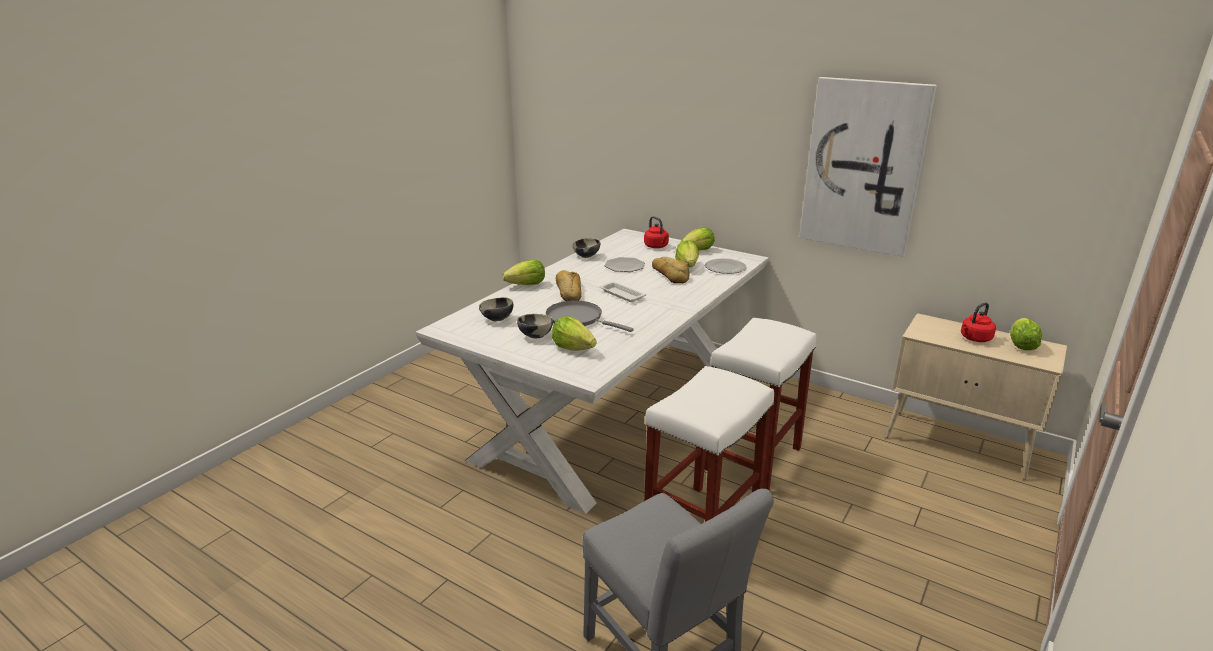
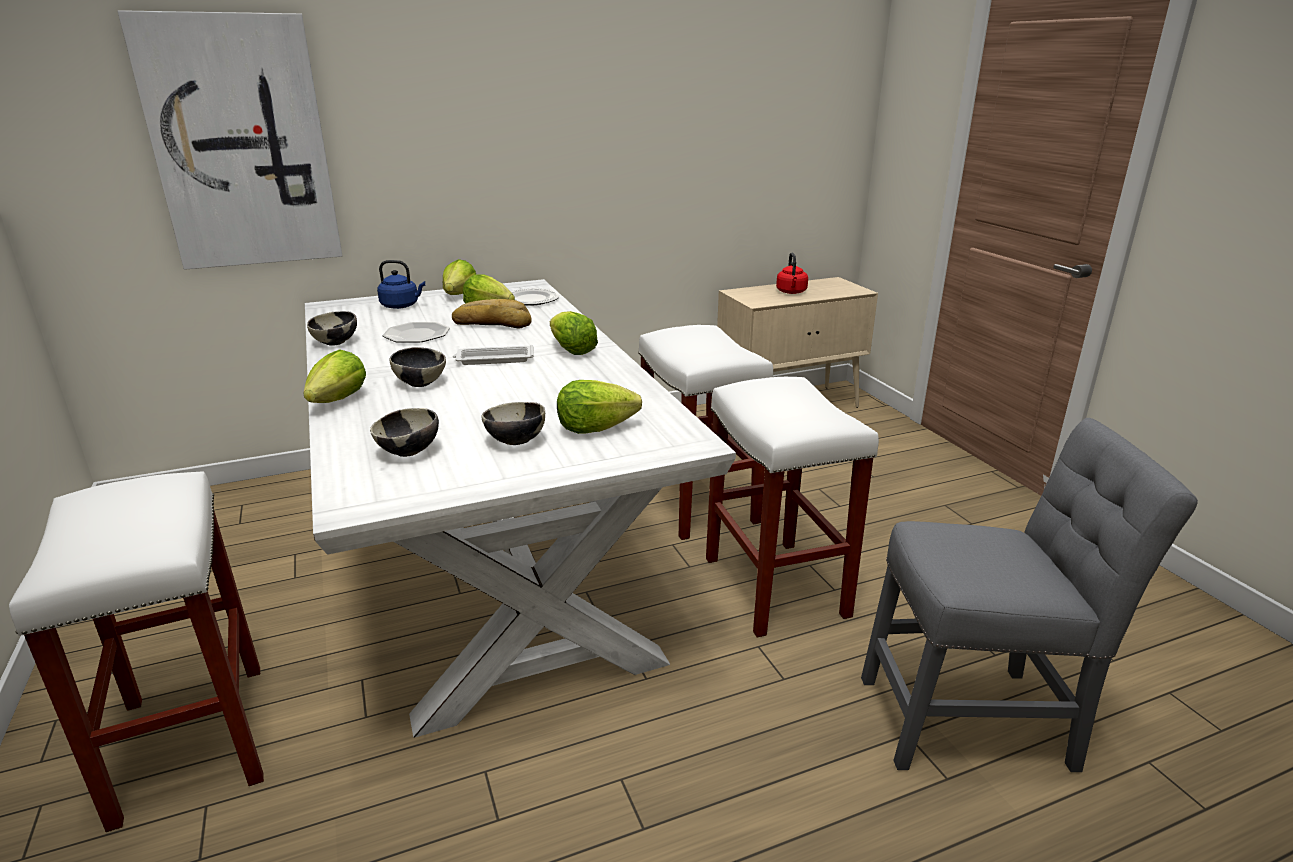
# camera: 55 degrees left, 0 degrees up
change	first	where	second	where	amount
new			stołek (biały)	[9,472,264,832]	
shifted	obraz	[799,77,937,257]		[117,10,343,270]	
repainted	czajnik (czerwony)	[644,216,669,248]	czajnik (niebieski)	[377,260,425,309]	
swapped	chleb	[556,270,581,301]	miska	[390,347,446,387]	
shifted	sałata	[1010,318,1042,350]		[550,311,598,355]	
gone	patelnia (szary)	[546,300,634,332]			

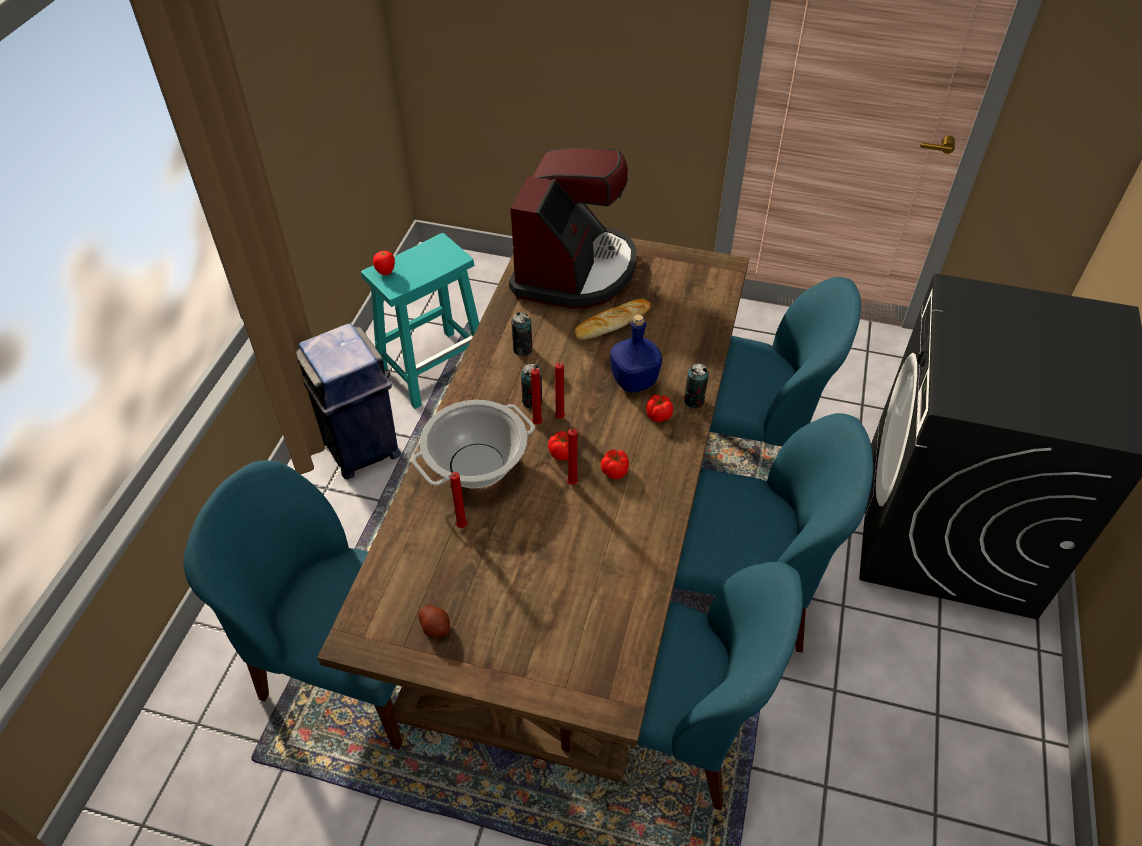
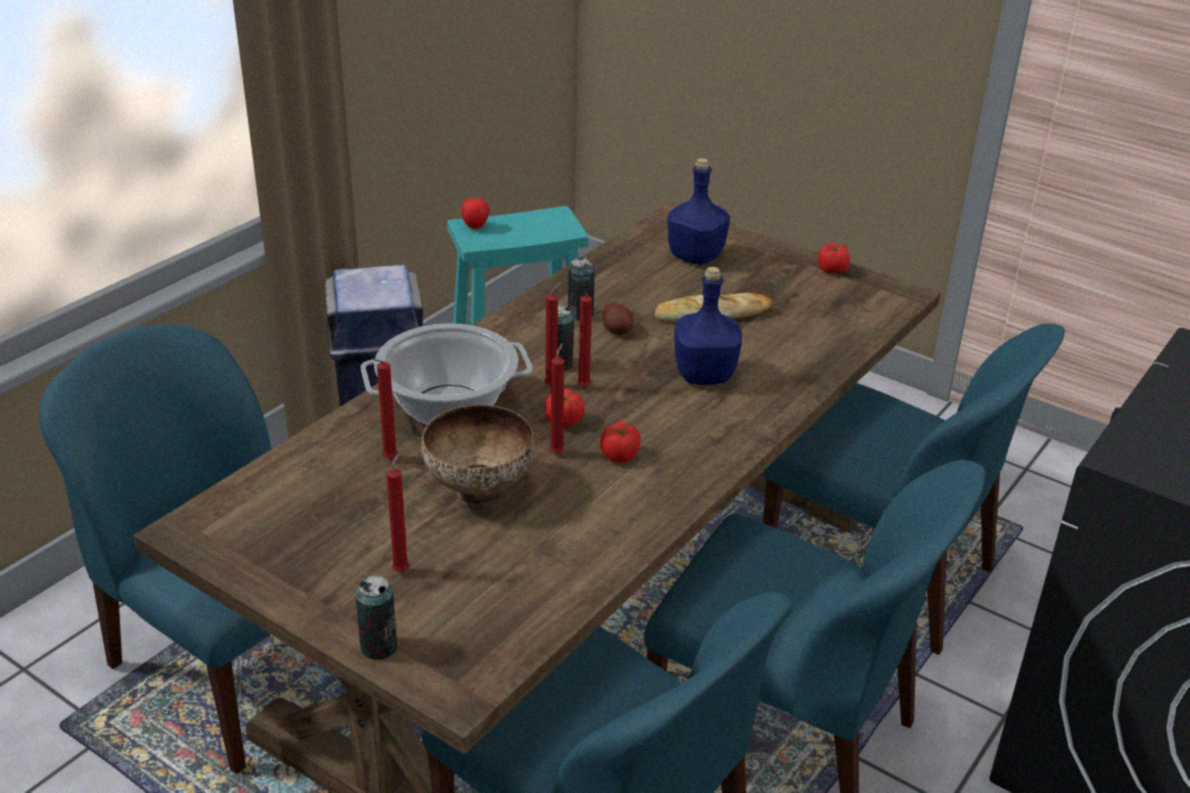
# camera: 20 degrees right, 15 degrees down
change	first	where	second	where	amount
shifted	puszka	[684,364,709,408]		[355,575,397,660]	
new			świeca (czerwony)	[386,453,409,572]	
new			miska	[422,405,534,504]	
shifted	ziemniak	[418,605,450,638]		[603,303,634,335]	
swapped	ekspres do kawy	[509,147,637,309]	butelka (niebieski)	[667,158,730,265]	
shifted	pomidor	[646,395,673,422]		[818,242,850,273]	

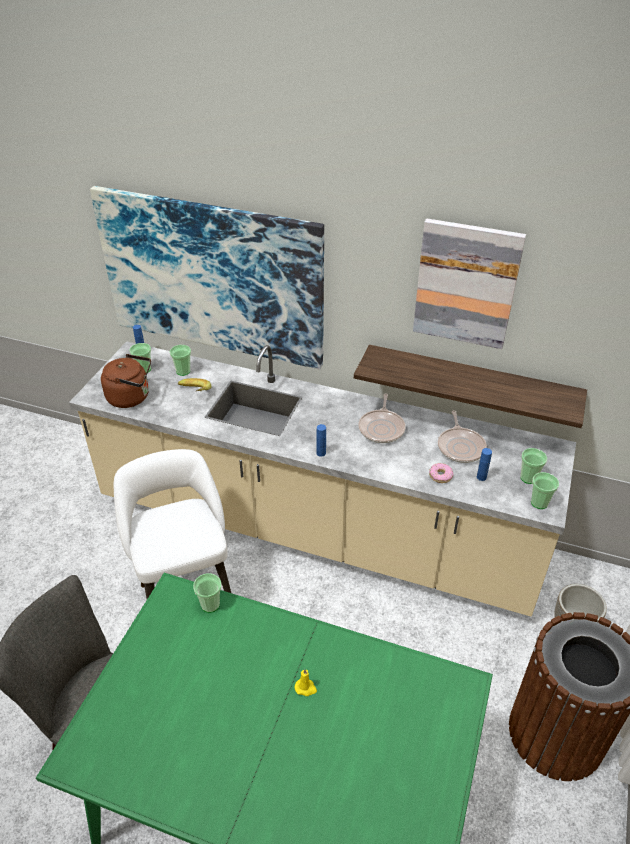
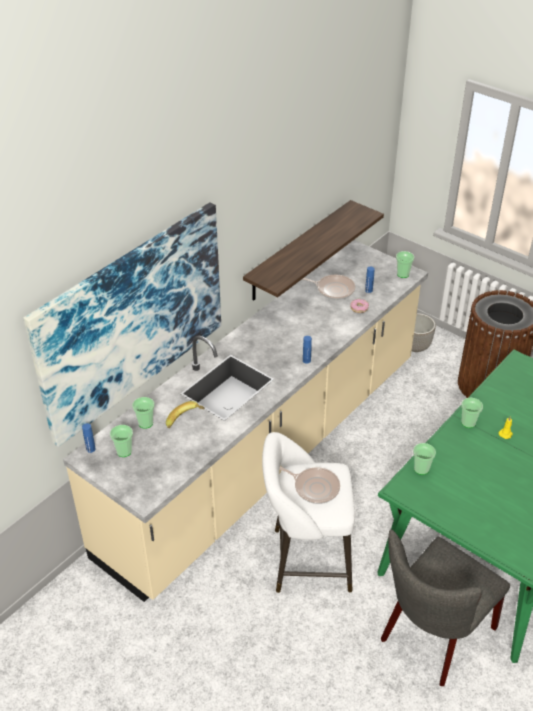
# camera: 70 degrees left, 0 degrees up
change	first	where	second	where	amount
shifted	patelnia	[359,394,406,443]		[279,466,340,504]	
shifted	filiżanka	[520,448,547,484]		[461,397,483,428]	
gone	czajnik (brązowy)	[101,354,151,408]			
gone	obraz	[413,218,526,349]			

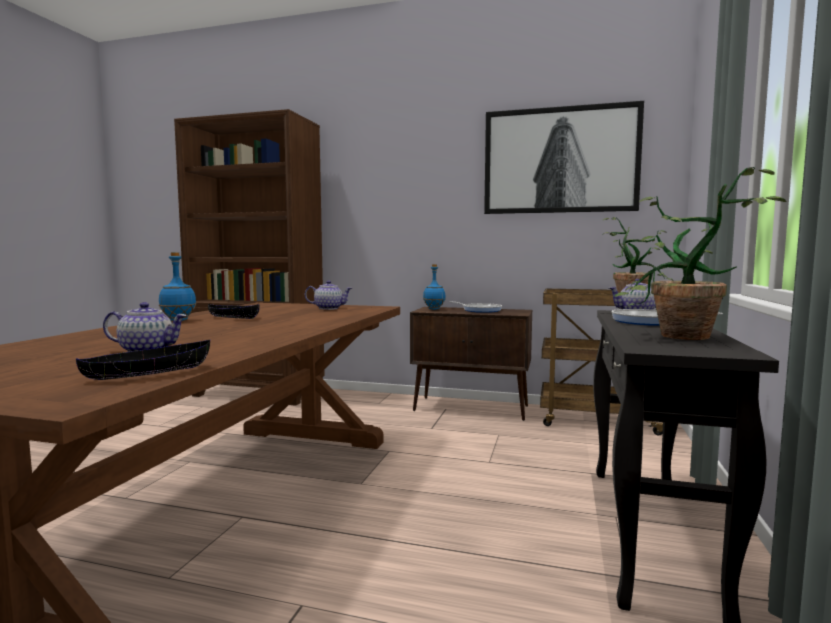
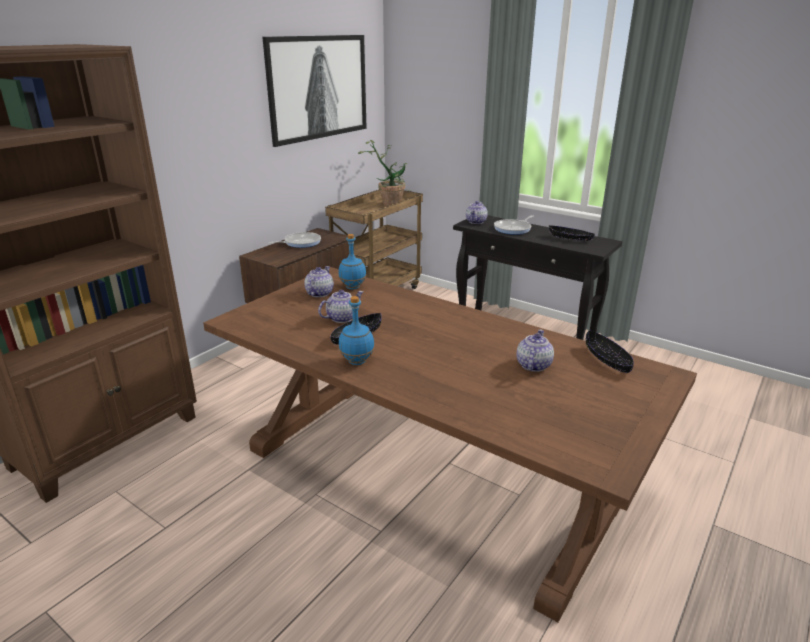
# camera: 70 degrees left, 20 degrees up
change	first	where	second	where	amount
new			imbryk	[318,290,363,323]	
shifted	butelka (niebieski)	[423,264,446,310]		[338,234,366,290]	
swapped	roślina doniczkowa	[615,167,787,340]	miska (czarny)	[549,225,595,241]	

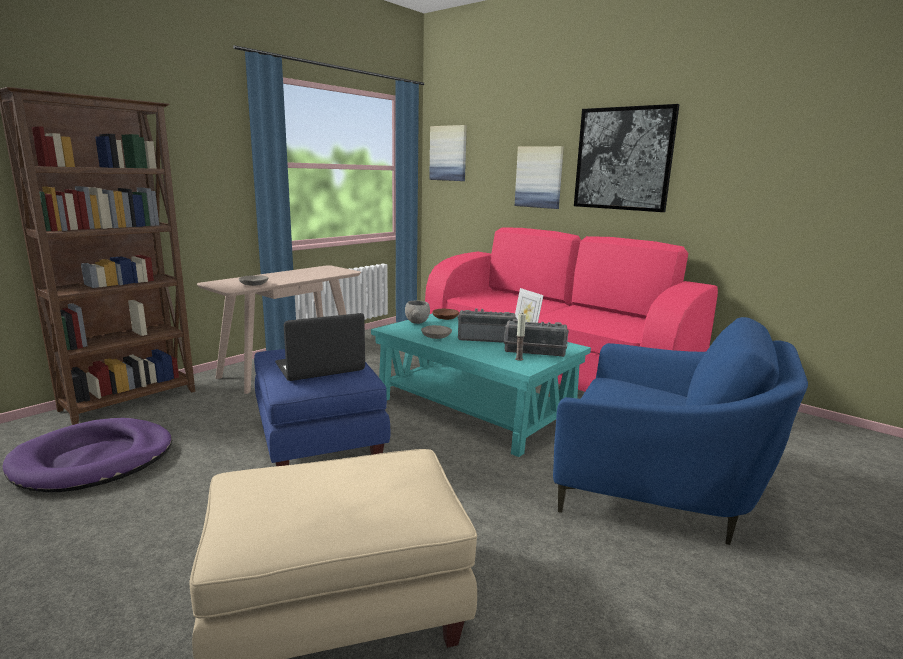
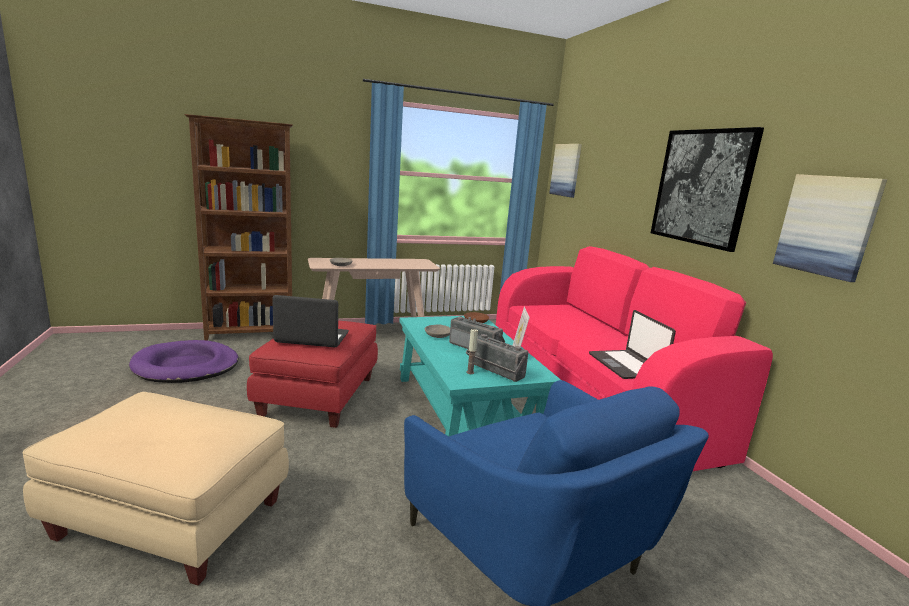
# camera: 30 degrees right, 0 degrees up
change	first	where	second	where	amount
repainted	pufa (niebieski)	[254,349,390,466]	pufa (czerwony)	[247,321,378,428]	
new			laptop	[589,310,676,379]	
shifted	obraz	[515,146,564,209]		[773,174,887,282]	
gone	miska (szary)	[405,300,430,324]			

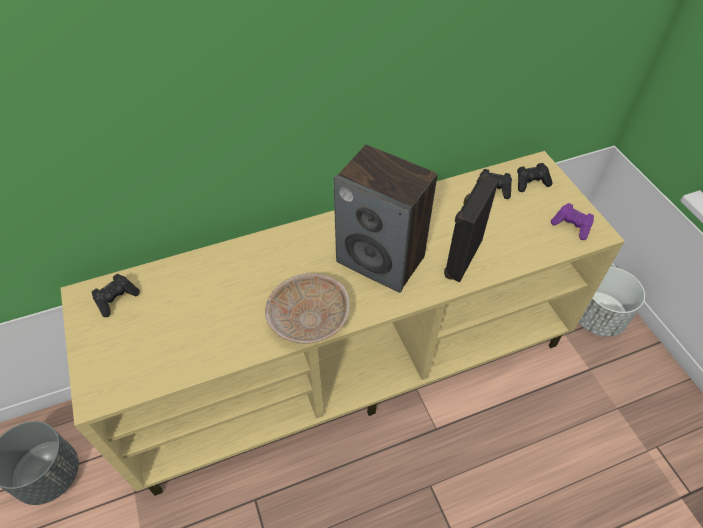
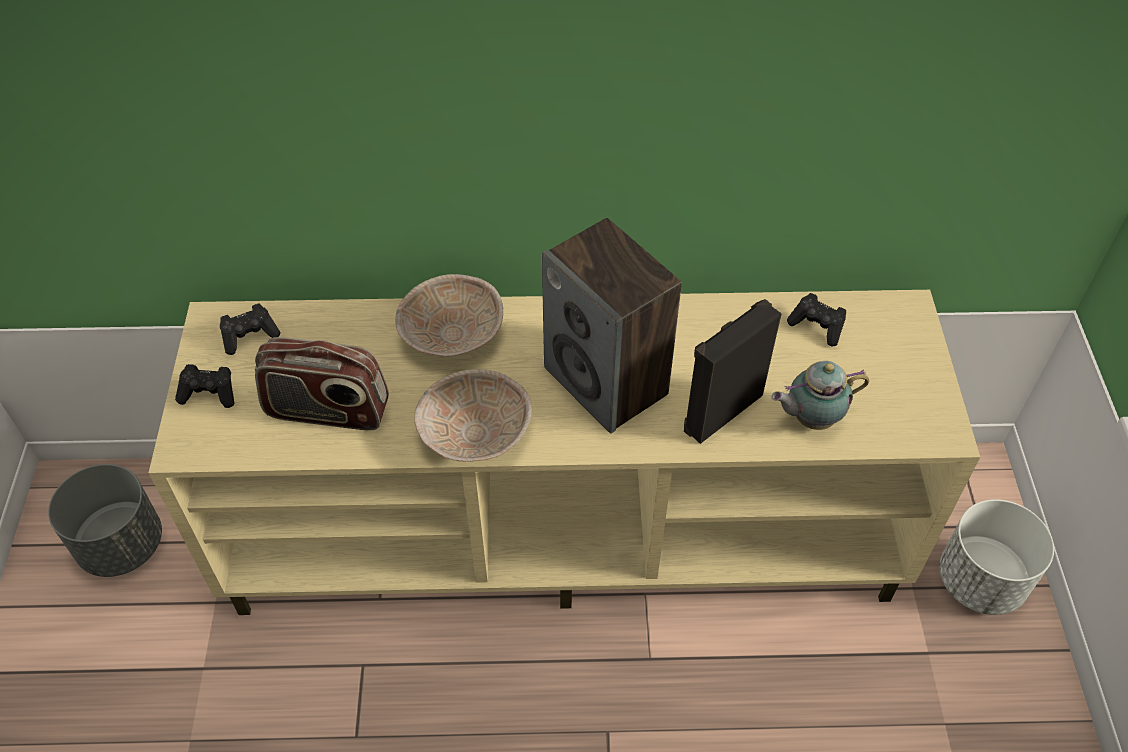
# camera: 20 degrees right, 0 degrees up
change	first	where	second	where	amount
shifted	pad do gier (czarny)	[517,163,553,192]		[175,364,234,408]	
new			radio	[255,337,389,430]	
new			miska (beżowy)	[395,274,503,357]	
new			imbryk	[772,361,869,430]	
gone	pad do gier (fioletowy)	[551,203,594,240]			

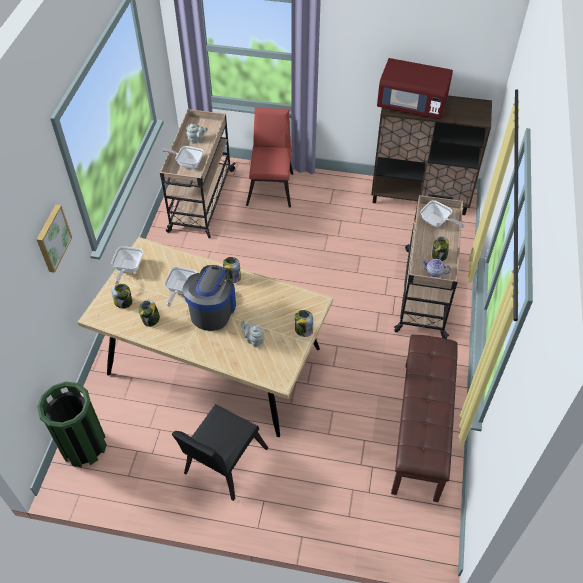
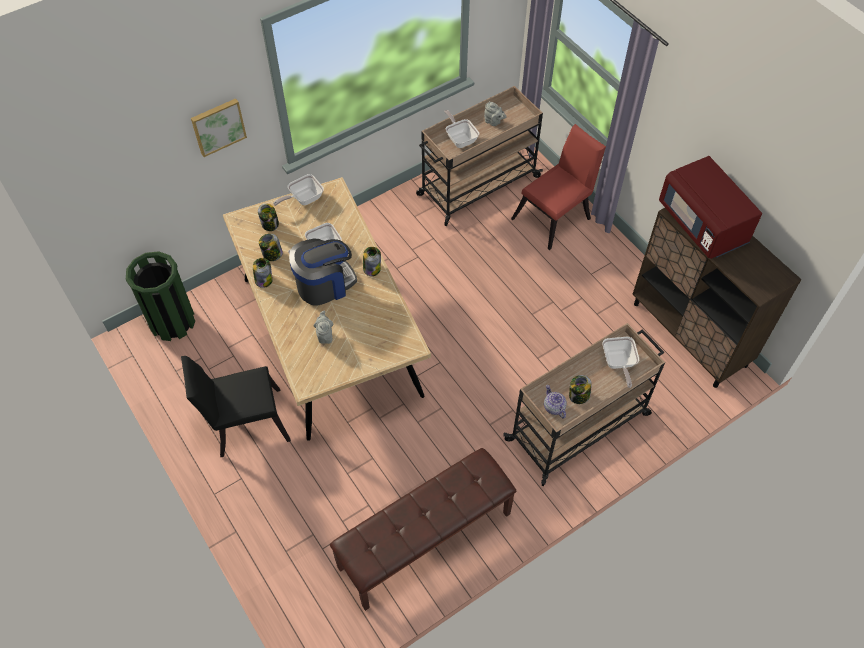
# camera: 45 degrees right, 5 degrees up
change	first	where	second	where	amount
shifted	słoik	[295,310,313,337]		[253,258,273,288]	

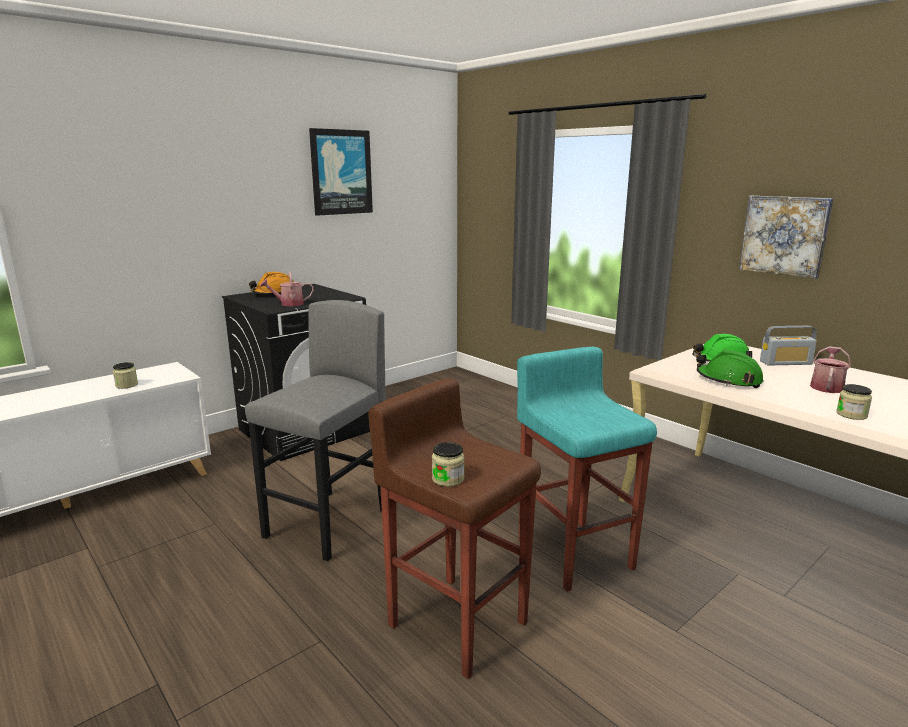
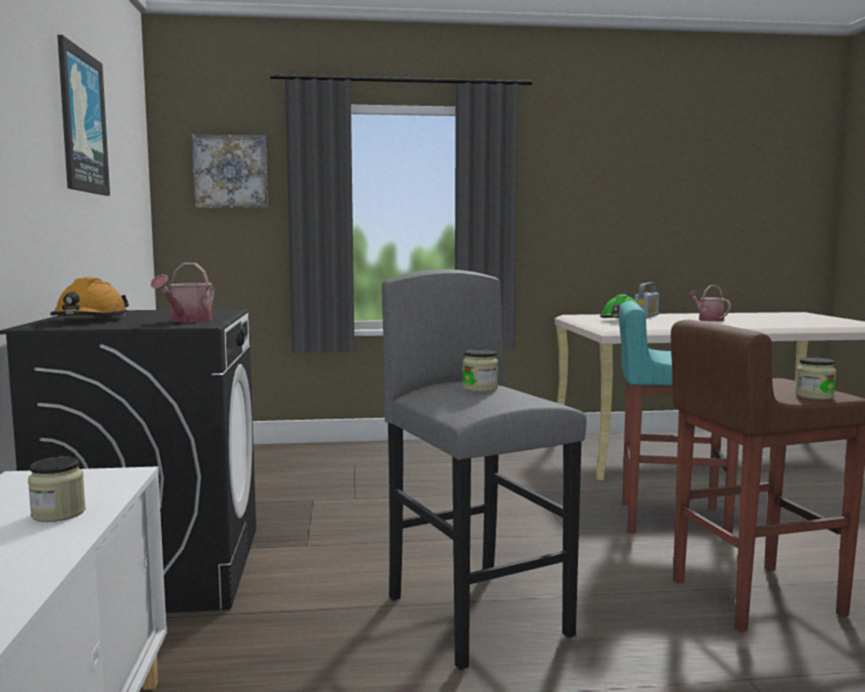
# camera: 55 degrees left, 10 degrees down
change	first	where	second	where	amount
shifted	obraz	[739,196,834,279]		[192,135,268,208]	
shifted	słoik	[836,384,872,420]		[462,349,498,392]	
gone	kask (zielony)	[696,349,763,388]			

